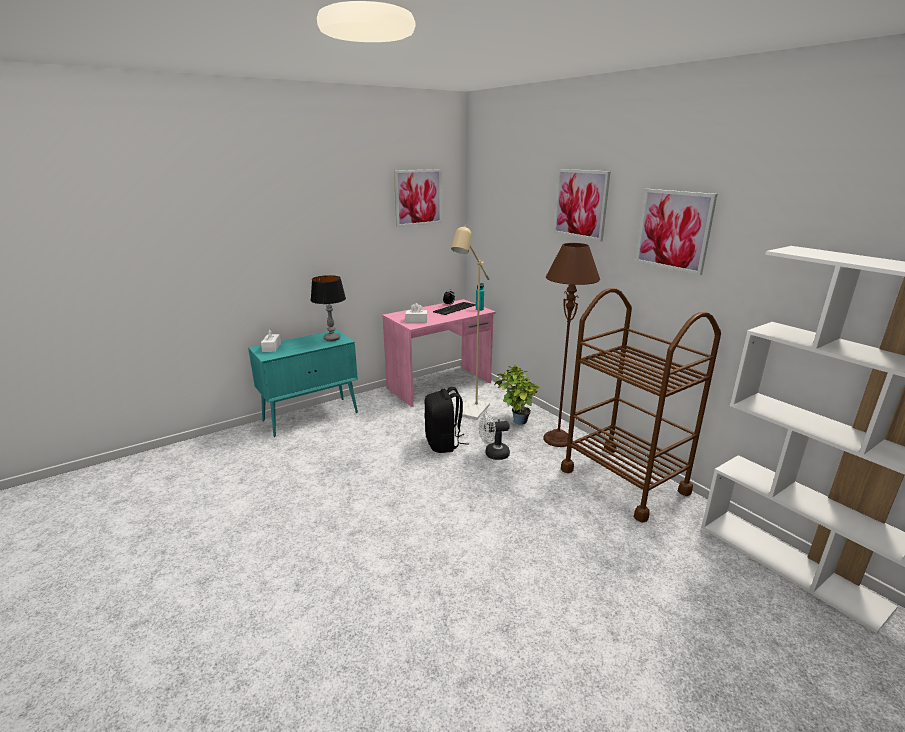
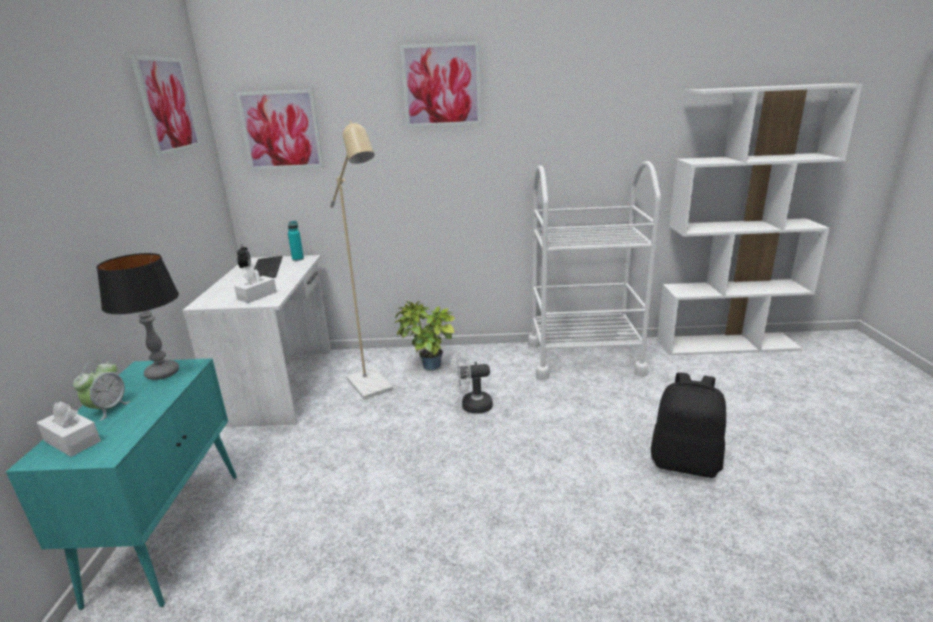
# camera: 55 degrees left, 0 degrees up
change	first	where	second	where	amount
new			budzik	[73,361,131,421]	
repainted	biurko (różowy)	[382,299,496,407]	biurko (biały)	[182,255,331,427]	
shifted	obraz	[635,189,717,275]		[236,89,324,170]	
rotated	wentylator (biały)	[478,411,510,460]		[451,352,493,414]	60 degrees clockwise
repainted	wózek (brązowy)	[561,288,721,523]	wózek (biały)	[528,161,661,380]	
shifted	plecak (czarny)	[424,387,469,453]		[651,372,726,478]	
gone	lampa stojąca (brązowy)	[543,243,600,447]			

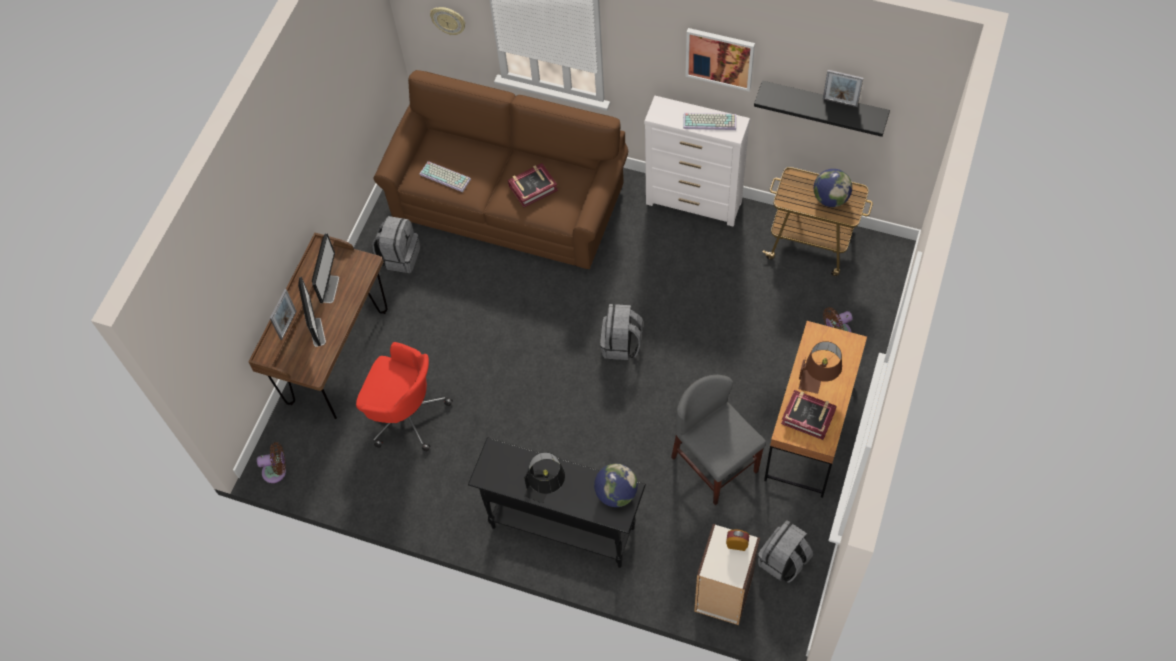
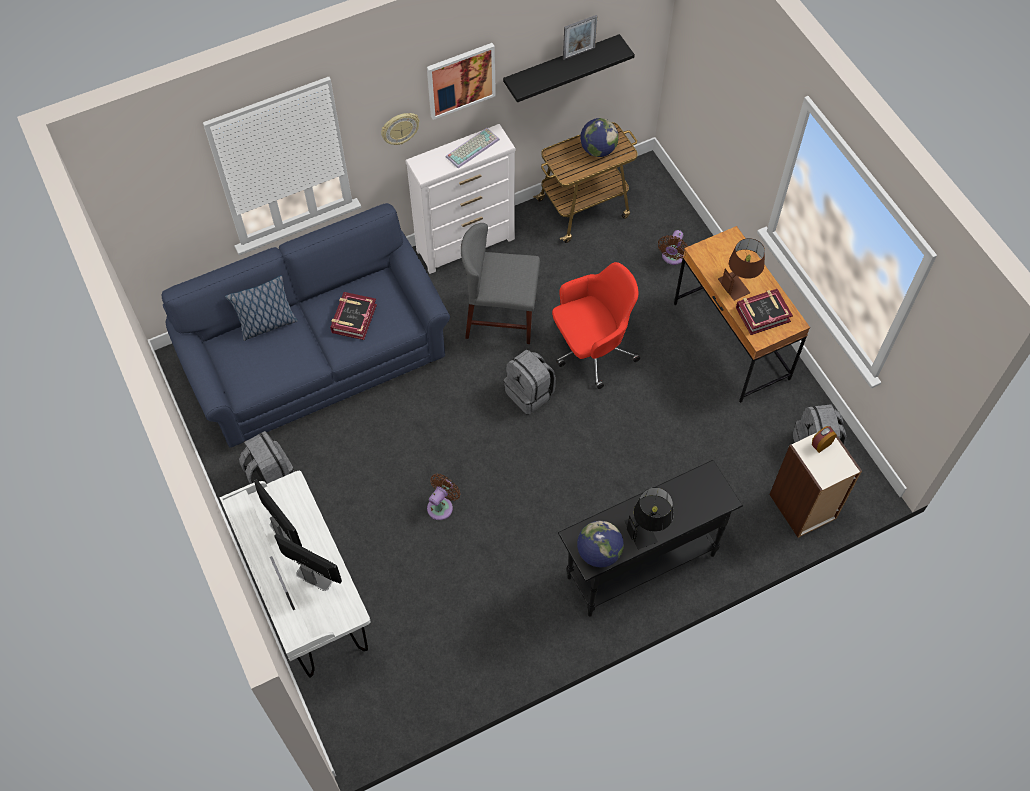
# camera: 50 degrees left, 0 degrees up
change	first	where	second	where	amount
repainted	kanapa (brązowy)	[373,70,628,269]	kanapa (niebieski)	[162,203,450,448]	
repainted	biurko (brązowy)	[248,233,388,419]	biurko (biały)	[219,471,371,678]	
new			poduszka	[225,275,298,341]	
shifted	zegar ścienny	[430,7,465,35]		[381,113,420,145]	
shifted	wentylator (brązowy)	[257,442,286,483]		[427,474,461,520]	
shifted	krzesło (szary)	[671,375,766,505]		[461,223,540,344]	
shifted	krzesło biurowe (czerwony)	[356,342,453,451]		[552,262,640,389]	
shifted	globus	[594,464,638,507]		[577,521,624,567]	
gone	klawiatura	[419,161,471,192]			

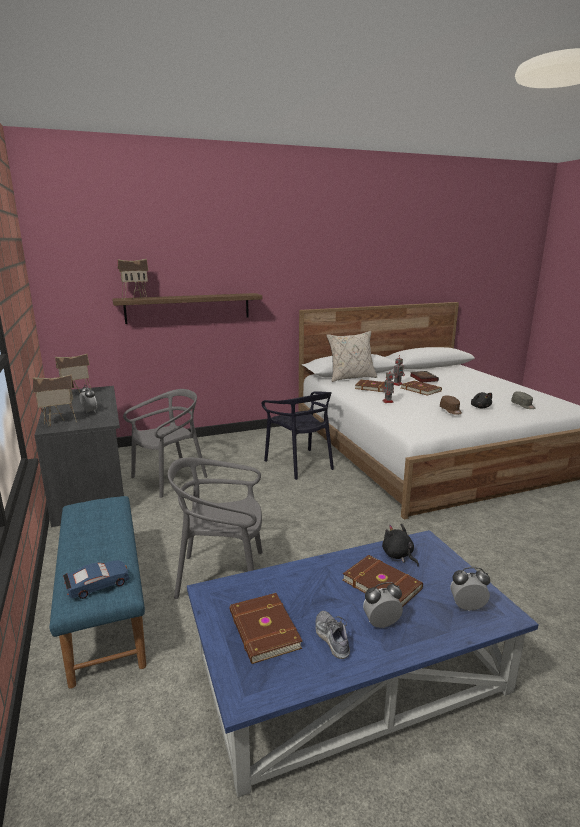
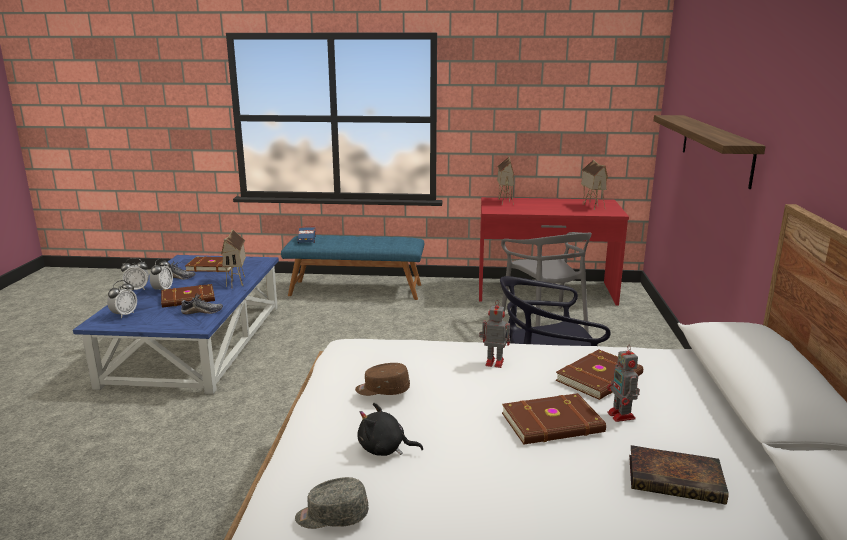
# camera: 115 degrees right, 0 degrees up
change	first	where	second	where	amount
shifted	budzik	[79,385,97,413]		[121,258,149,290]	
swapped	pluszak (czarny)	[382,524,419,566]	but	[181,293,223,314]	
shifted	domek	[118,259,148,299]		[221,229,246,288]	
repainted	biurko (szary)	[34,386,124,527]	biurko (czerwony)	[479,197,629,306]	
gone	krzesło (szary)	[168,457,263,599]			
gone	poduszka (beżowy)	[326,331,377,382]			

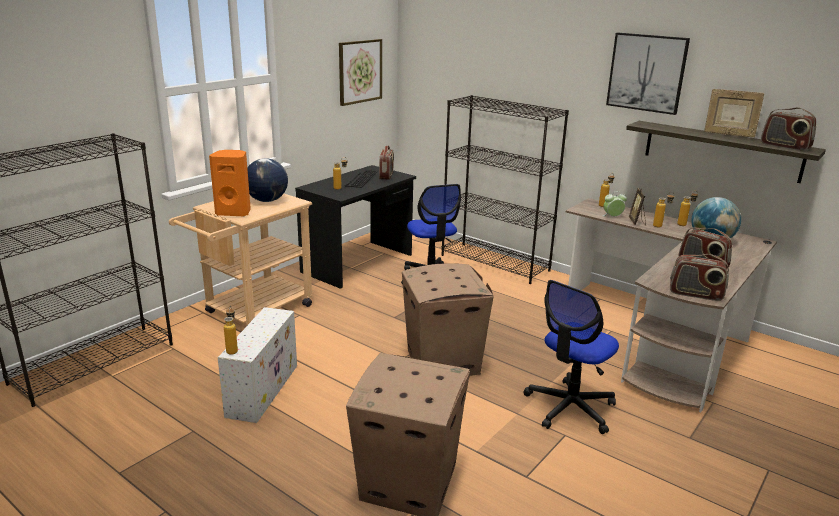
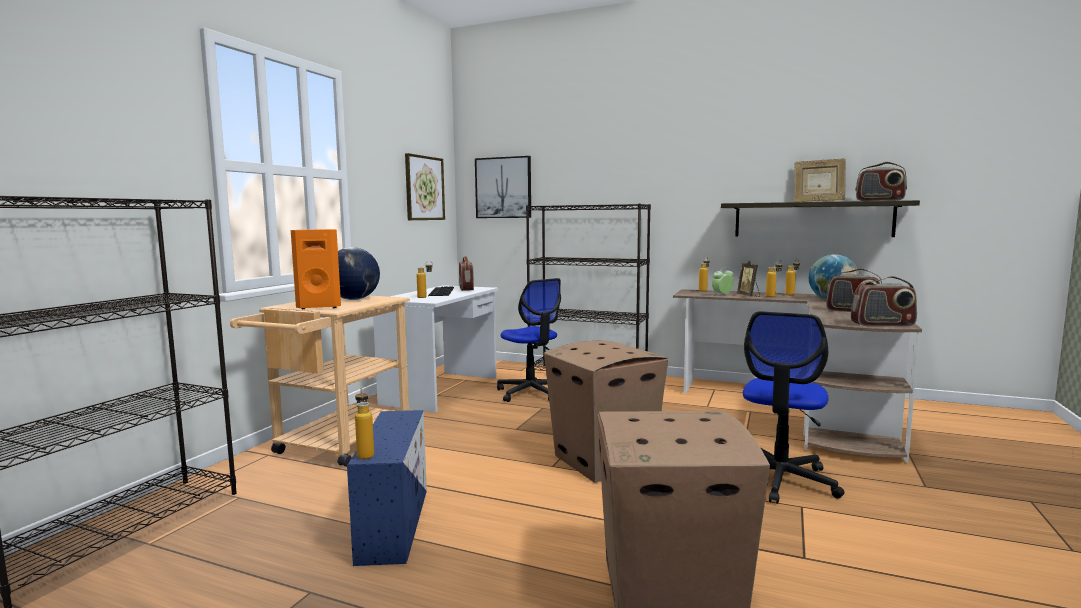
# camera: 15 degrees left, 15 degrees down
change	first	where	second	where	amount
repainted	pojemnik do przechowywania (biały)	[218,307,297,423]	pojemnik do przechowywania (niebieski)	[347,410,427,566]	
repainted	biurko (czarny)	[295,165,416,289]	biurko (biały)	[373,285,498,413]	
shifted	obraz	[606,33,690,115]		[475,156,531,218]	

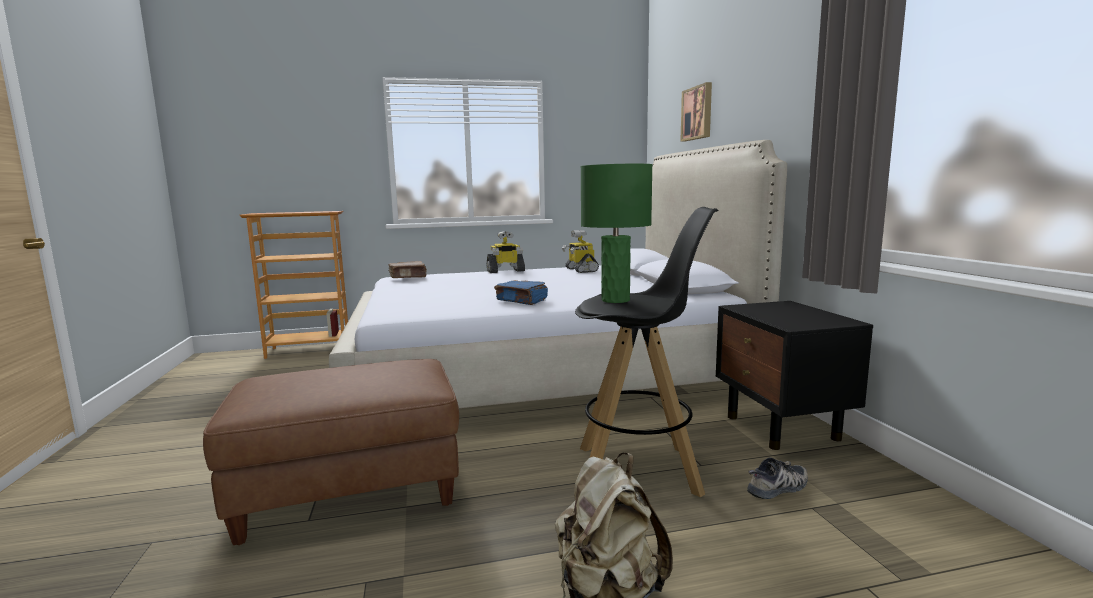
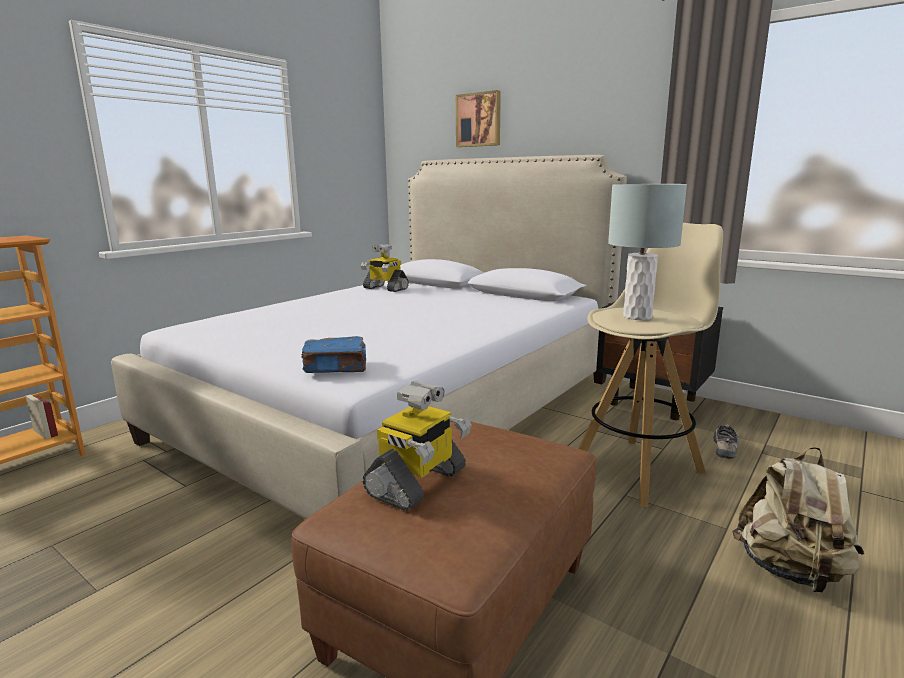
# camera: 40 degrees left, 5 degrees up
change	first	where	second	where	amount
shifted	książka (niebieski)	[494,280,548,305]		[301,336,366,373]	
shifted	robot zabawkowy	[487,231,525,273]		[363,382,472,511]	
repainted	stołek (czarny)	[575,207,719,497]	stołek (beżowy)	[578,223,723,507]	
repainted	lampa stołowa (zielony)	[580,164,653,303]	lampa stołowa (szary)	[608,184,687,320]	
gone	książka (brązowy)	[388,261,427,278]			

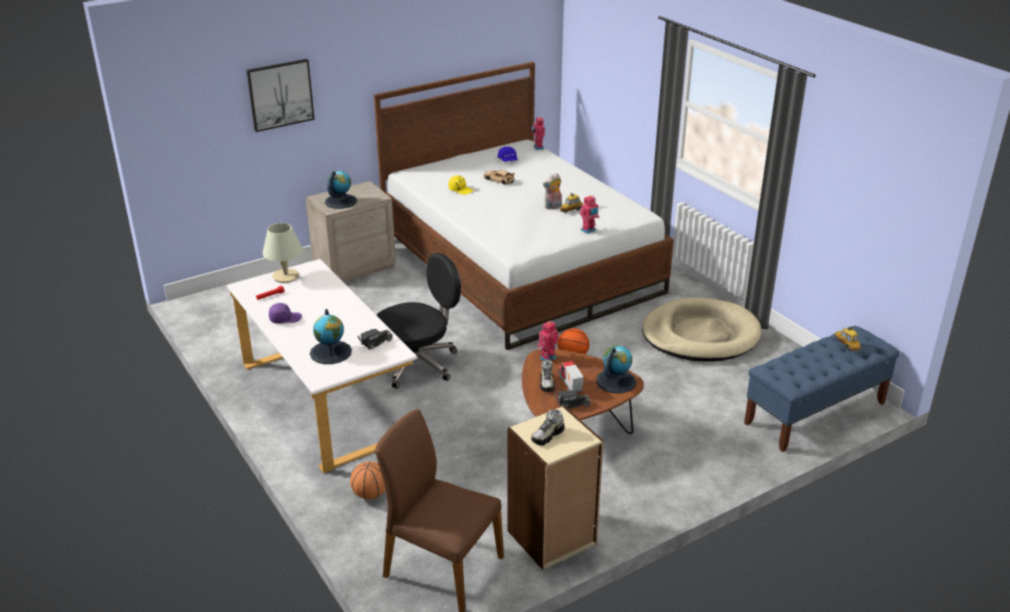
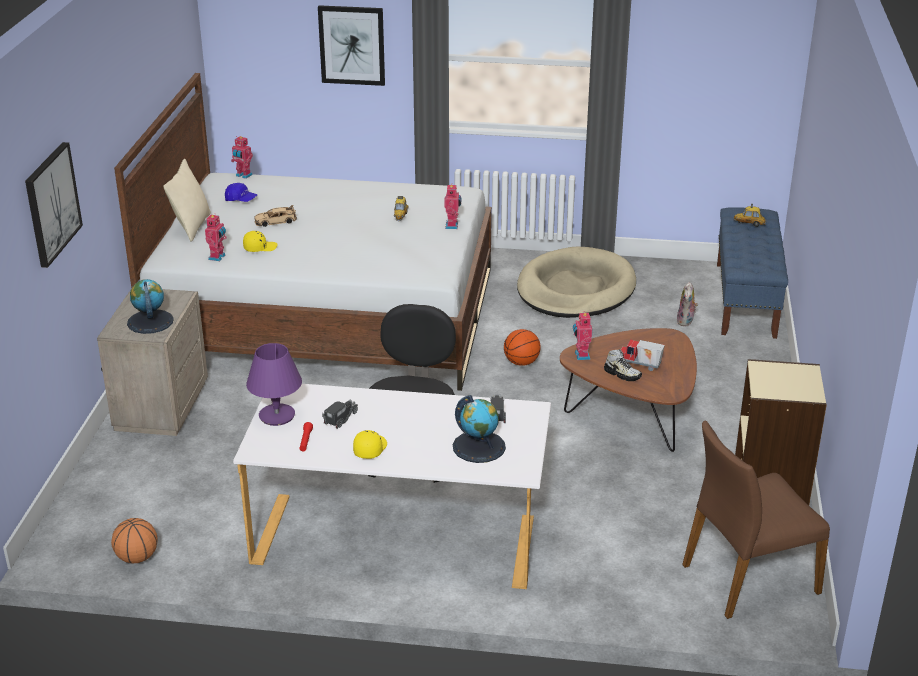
# camera: 50 degrees left, 0 degrees up
change	first	where	second	where	amount
shifted	piłka do koszykówki	[350,461,385,499]		[111,518,158,563]	
new			poduszka (beżowy)	[163,159,211,242]	
new			robot zabawkowy	[205,215,227,261]	
repainted	lampa stołowa (beżowy)	[263,223,303,283]	lampa stołowa (fioletowy)	[246,343,302,426]	
new			obraz	[318,5,385,86]	
shifted	ciężarówka zabawkowa	[554,390,591,409]		[322,400,358,429]	
repainted	czapka z daszkiem (fioletowy)	[269,303,302,324]	czapka z daszkiem (żółty)	[353,430,387,459]	
shifted	pluszak	[543,173,562,210]		[677,282,698,326]	
gone	but	[531,409,565,445]			
gone	globus	[596,345,636,393]			

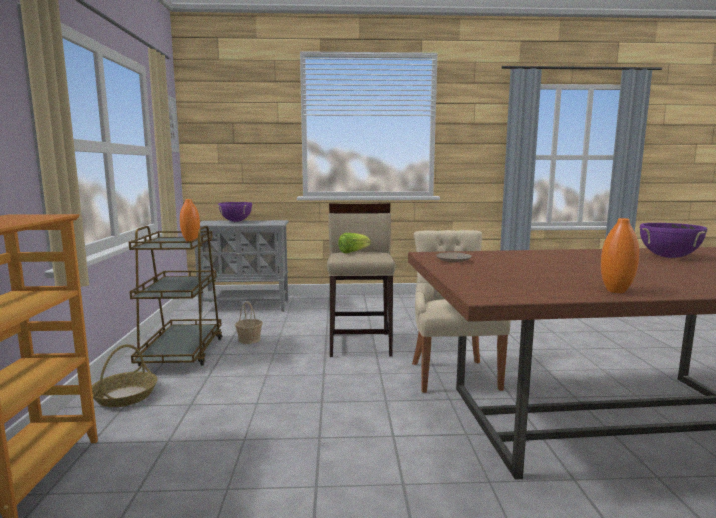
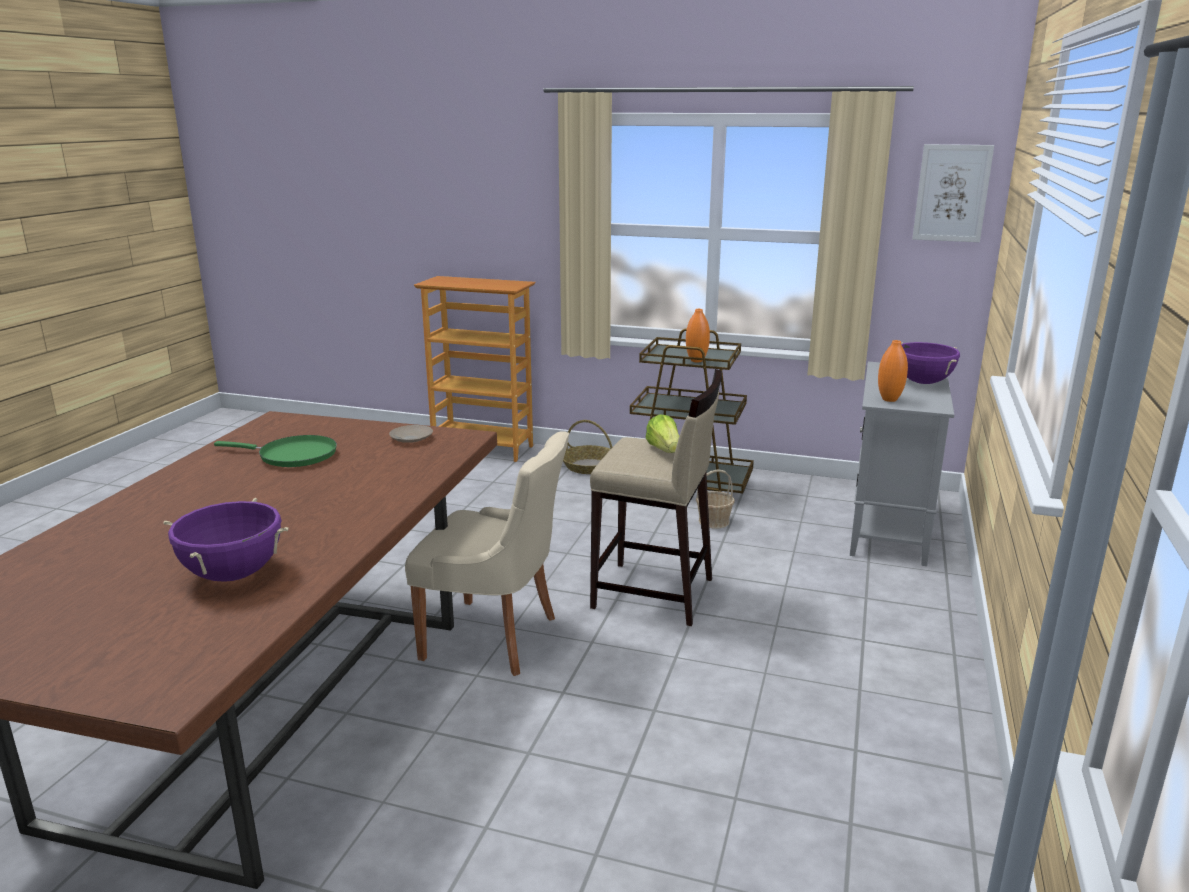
# camera: 110 degrees right, 10 degrees up
change	first	where	second	where	amount
new			patelnia (zielony)	[214,435,337,467]	
shifted	wazon (pomarańczowy)	[601,218,639,293]		[878,340,908,402]	

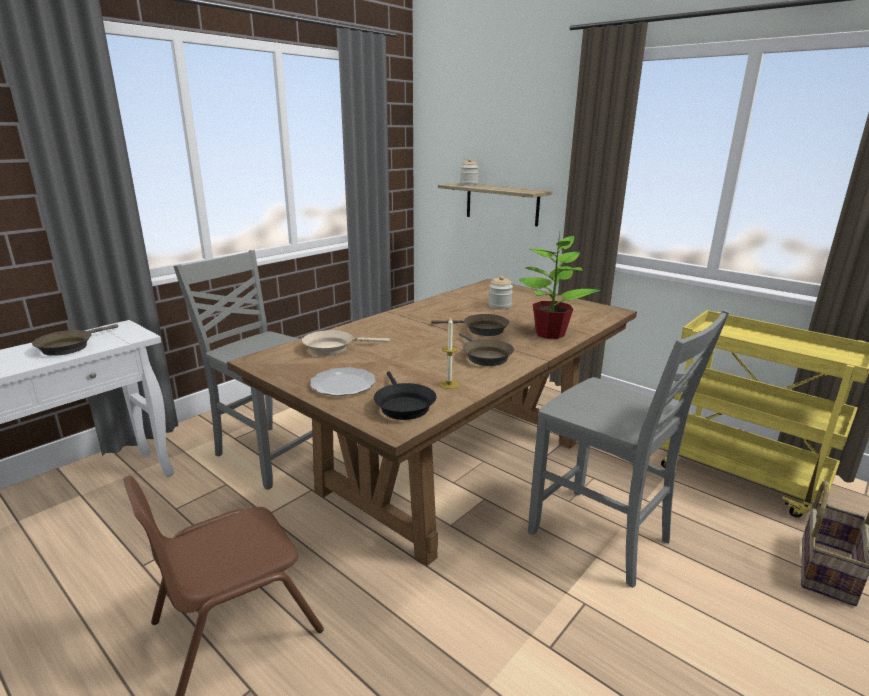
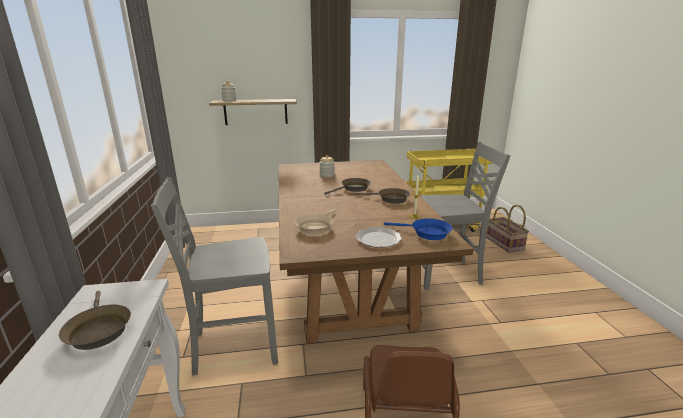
# camera: 50 degrees left, 0 degrees up
change	first	where	second	where	amount
repainted	patelnia (czarny)	[374,372,437,420]	patelnia (niebieski)	[384,218,452,240]	
gone	roślina doniczkowa	[519,233,600,339]			

